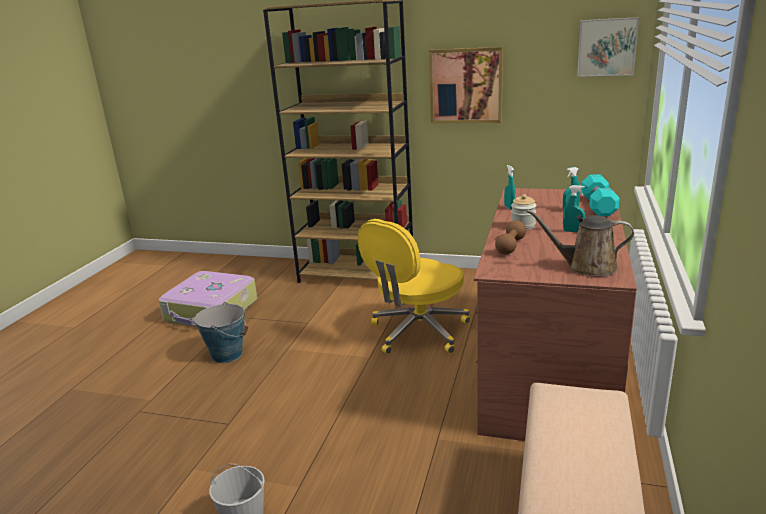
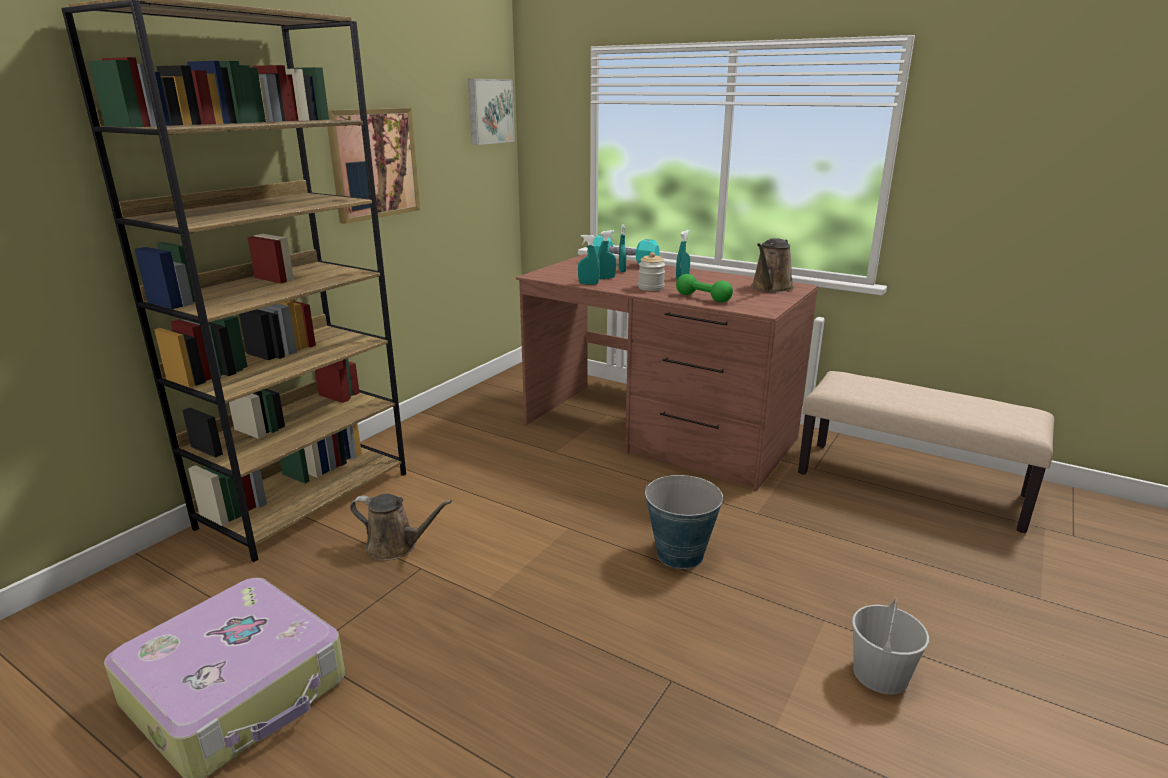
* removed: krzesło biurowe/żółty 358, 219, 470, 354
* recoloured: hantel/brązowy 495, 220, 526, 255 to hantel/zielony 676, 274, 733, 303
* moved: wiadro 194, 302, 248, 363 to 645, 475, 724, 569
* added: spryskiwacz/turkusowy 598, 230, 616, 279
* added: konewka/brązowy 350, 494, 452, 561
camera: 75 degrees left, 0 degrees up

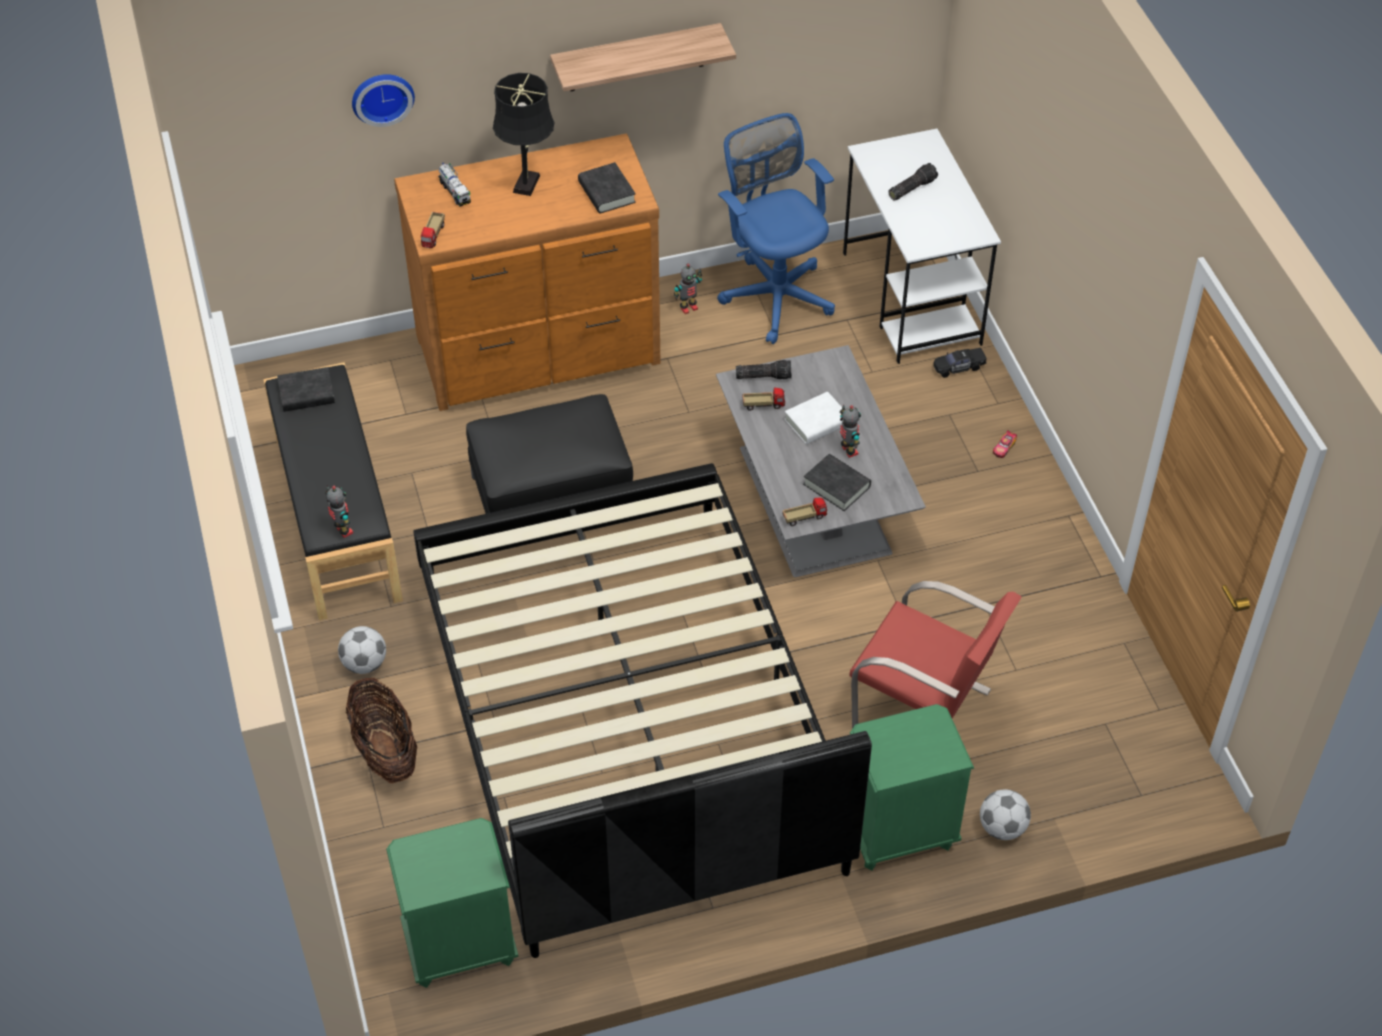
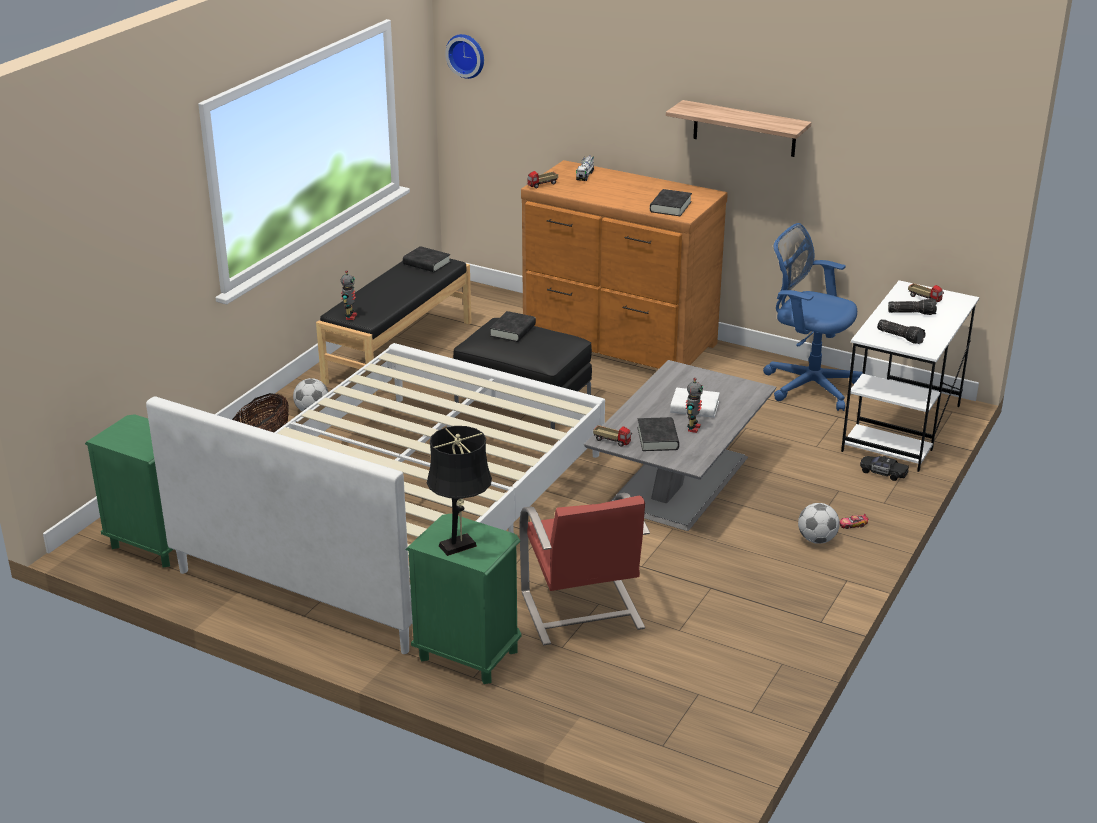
* moved: lampa stołowa/czarny 493, 73, 555, 196 to 427, 426, 492, 556
* moved: zegar ścienny 352, 74, 415, 127 to 445, 34, 484, 79
* turned: krzesło biurowe/niebieski 717, 113, 835, 344 = 763, 223, 862, 411 75 degrees counterclockwise
* removed: robot zabawkowy 674, 264, 702, 314
* moved: latarka 736, 360, 792, 379 to 877, 319, 926, 344
* moved: ciężarówka zabawkowa 743, 387, 785, 411 to 908, 283, 944, 302
* recoloured: łóżko/czarny 414, 463, 872, 958 to łóżko/biały 146, 343, 605, 654
* moved: piłka futbolowa 980, 789, 1031, 840 to 798, 503, 840, 544
* added: książka/czarny 490, 311, 536, 342
camera: 45 degrees right, 20 degrees down

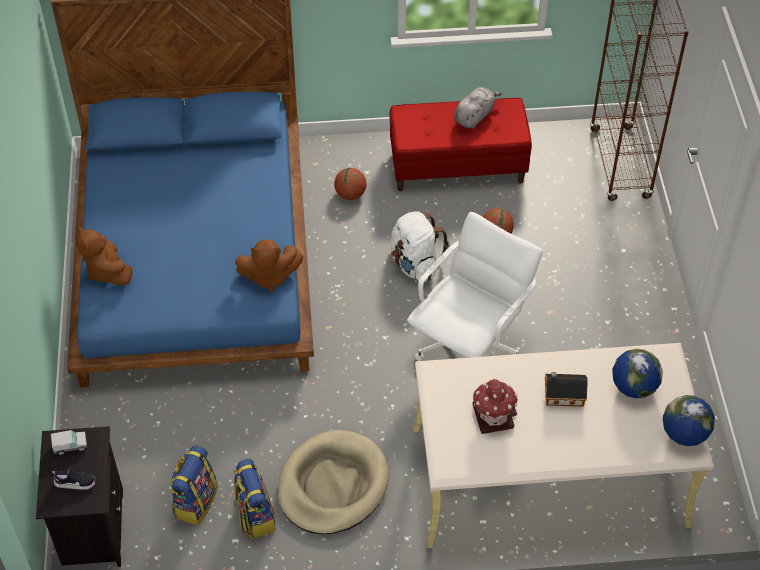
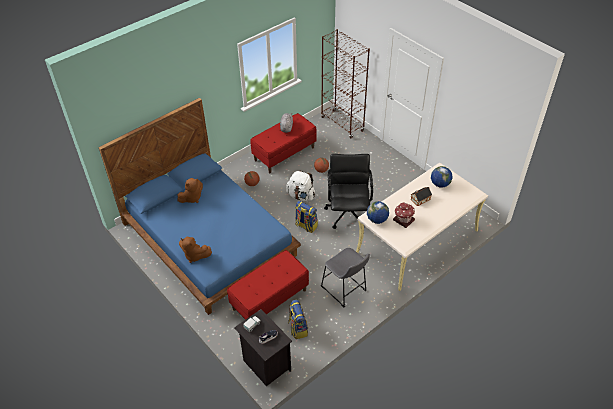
* recoloured: krzesło biurowe/biały 407, 212, 543, 361 to krzesło biurowe/czarny 324, 154, 373, 229
* moved: pluszak/brązowy 235, 239, 304, 292 to 178, 178, 203, 203
* moved: globus 663, 395, 715, 446 to 367, 201, 389, 224
* replaced: legowisko/beżowy 277, 430, 389, 534 to stołek/szary 321, 248, 370, 307
* moved: plecak 233, 459, 276, 539 to 295, 201, 318, 233
* added: ławka/czerwony 227, 250, 309, 320
camera: 35 degrees left, 5 degrees down

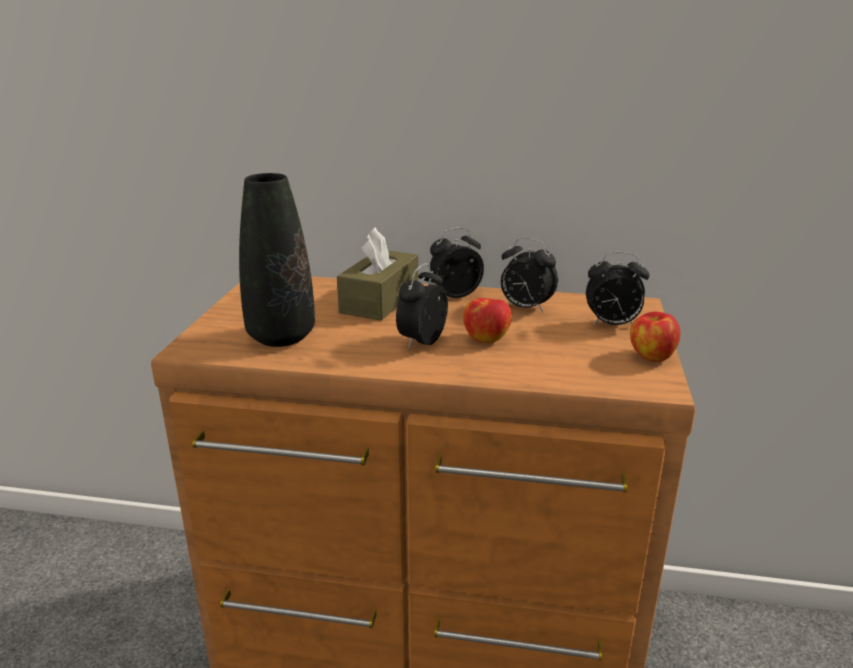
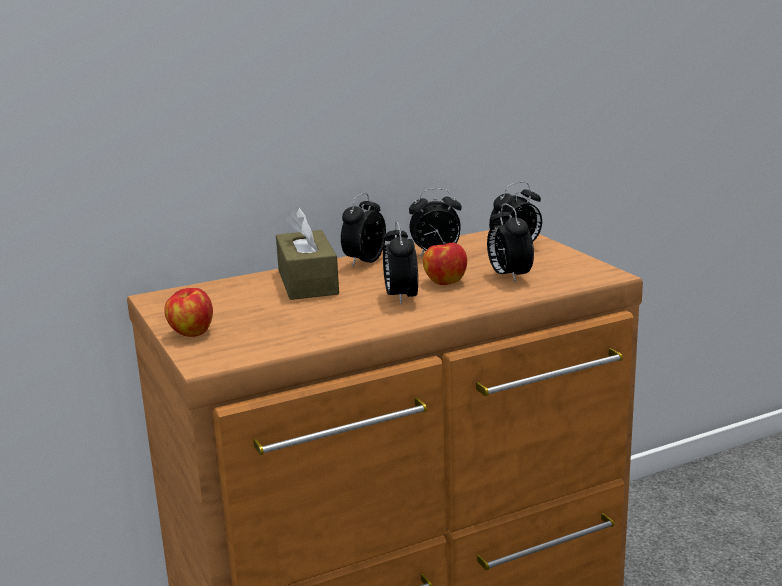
* removed: wazon/czarny 239, 173, 315, 347
* moved: jabłko 630, 312, 681, 362 to 164, 288, 213, 337
* added: budzik 487, 203, 534, 283
camera: 35 degrees left, 5 degrees down

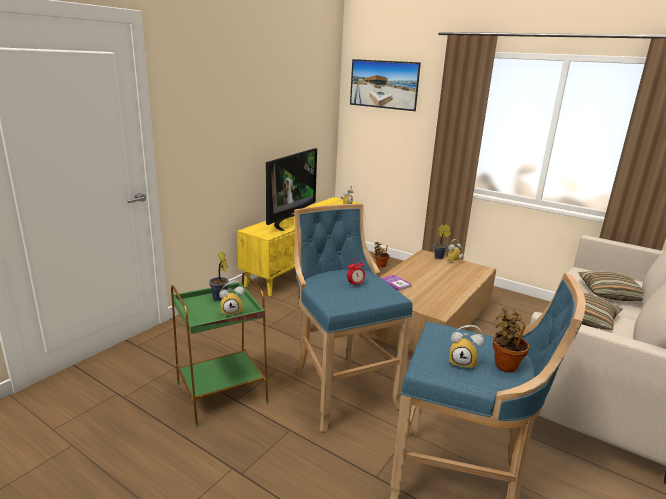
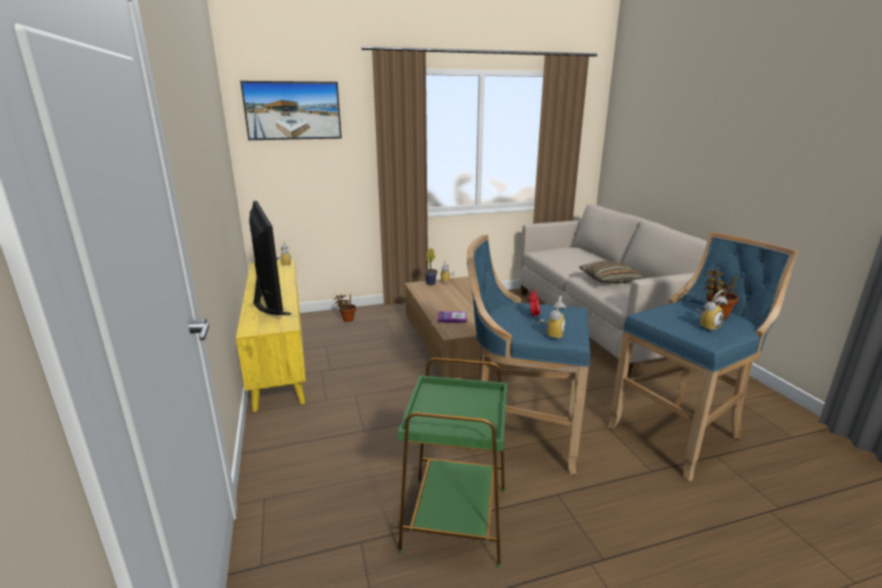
* removed: roślina doniczkowa 209, 250, 229, 301
* removed: poduszka 578, 271, 644, 301
* moved: budzik 219, 281, 245, 315 to 540, 296, 566, 339
camera: 50 degrees left, 0 degrees up

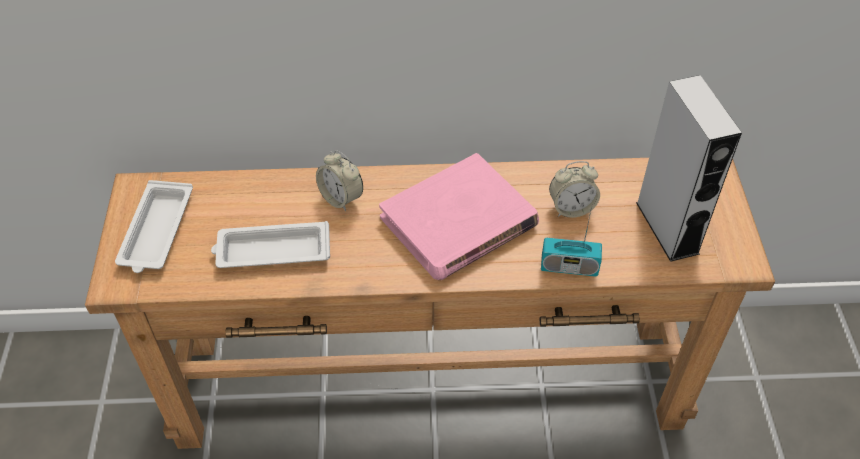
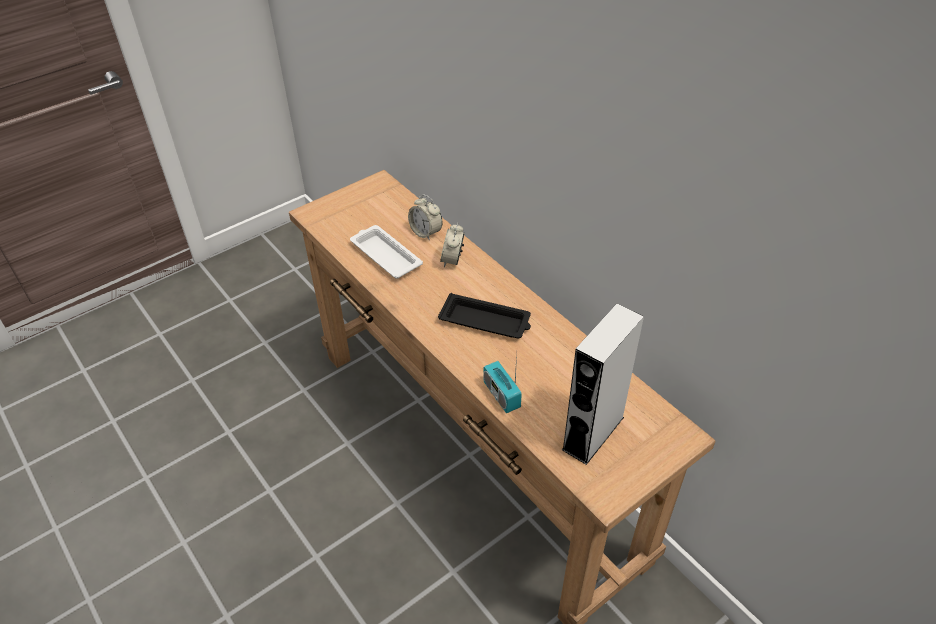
* replaced: książka/różowy 379, 153, 539, 280 to taca/czarny 438, 293, 531, 339
* moved: budzik 549, 161, 600, 218 to 408, 194, 443, 241
* removed: taca/biały 115, 180, 193, 273
camera: 55 degrees right, 5 degrees down

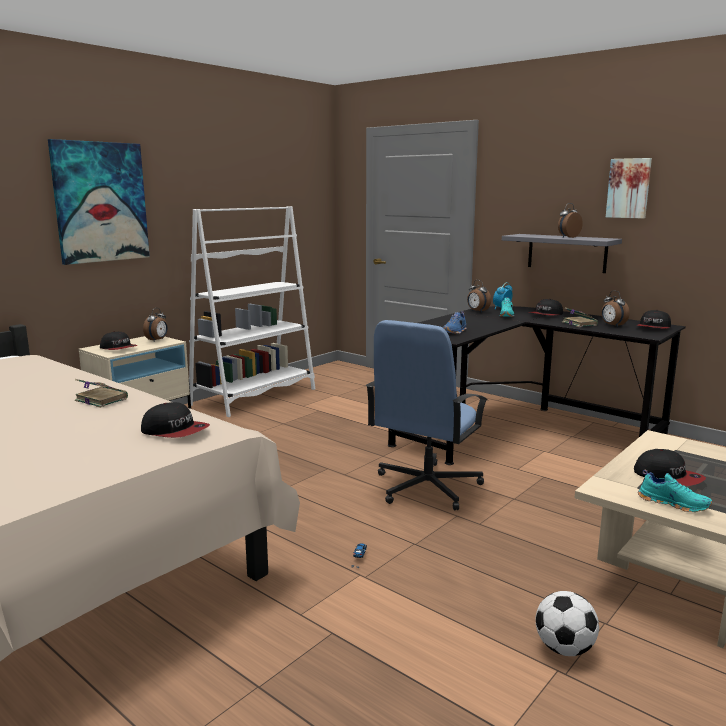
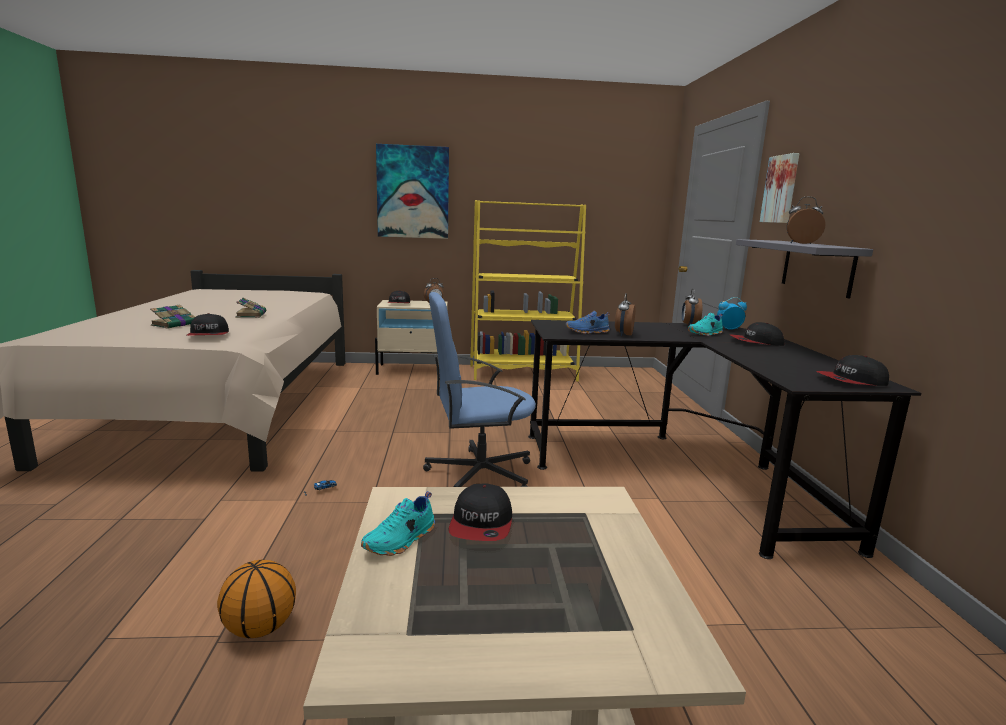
* moved: obraz 606, 158, 652, 219 to 760, 153, 800, 223
* recoloured: regał/biały 189, 206, 315, 417 to regał/żółty 470, 200, 586, 382
* moved: budzik 601, 291, 629, 327 to 615, 293, 635, 336
* moved: książka 562, 308, 598, 327 to 150, 305, 195, 329
* turned: but/turkusowy 638, 470, 712, 512 = 361, 491, 435, 556 45 degrees clockwise
* replaced: piłka futbolowa 535, 591, 599, 656 to piłka do koszykówki 217, 560, 296, 638
camera: 45 degrees right, 0 degrees up

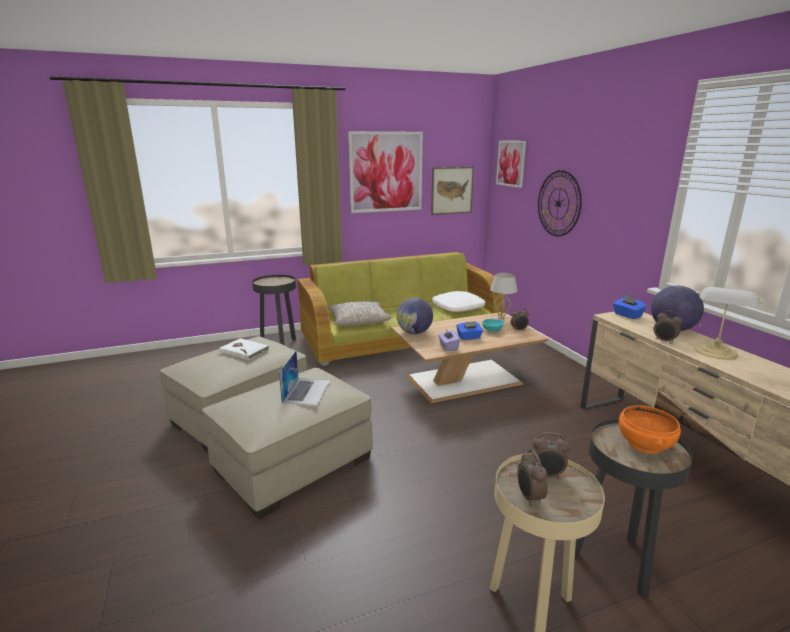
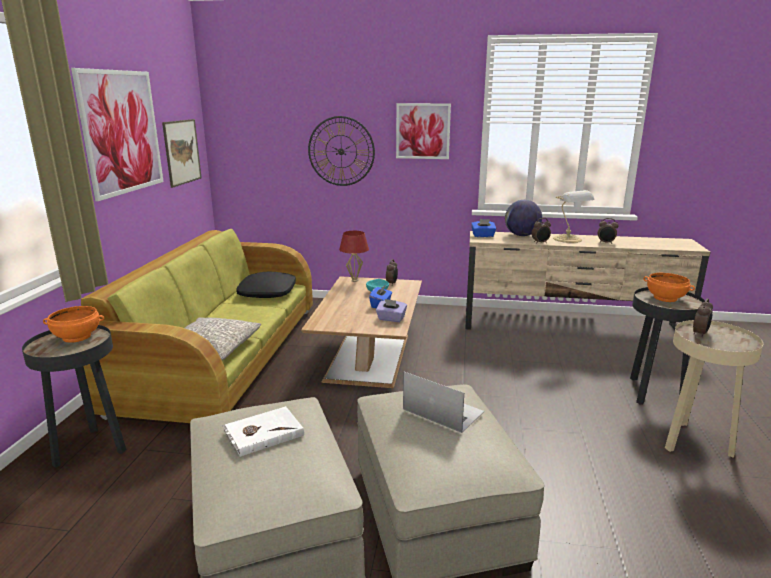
* moved: obraz 496, 141, 526, 188 to 396, 103, 451, 159
* recoloured: lampa stołowa/biały 490, 273, 518, 319 to lampa stołowa/czerwony 339, 231, 369, 282
* recoloured: poduszka/biały 432, 291, 485, 312 to poduszka/czarny 236, 272, 296, 298
* removed: globus 397, 298, 433, 334
* moved: budzik 517, 449, 548, 506 to 598, 218, 618, 244
* added: miska/pomarańczowy 43, 306, 104, 343
camera: 60 degrees left, 0 degrees up

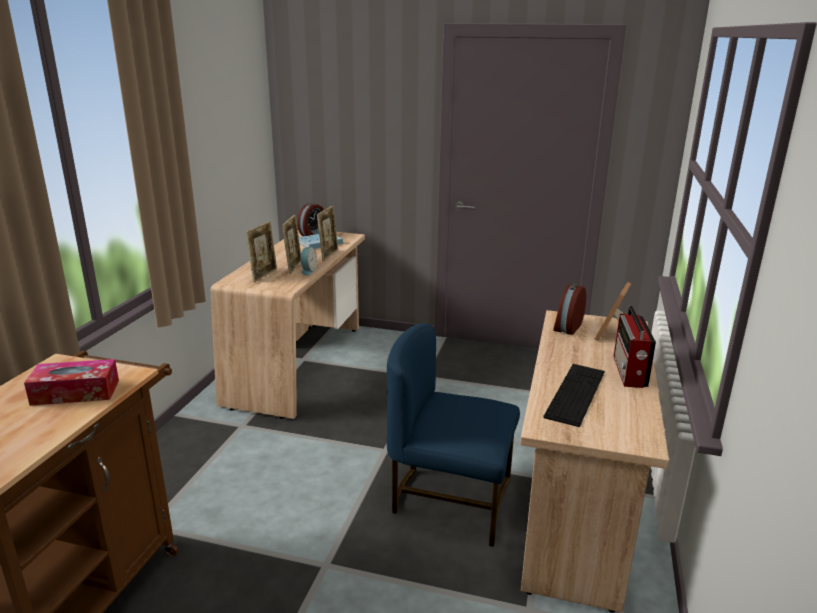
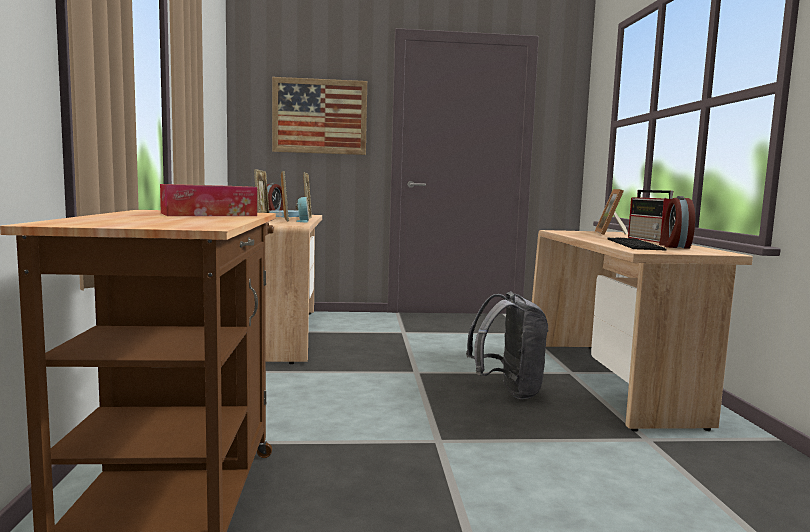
* moved: budzik 553, 283, 586, 335 to 659, 196, 695, 249
* replaced: krzesło/niebieski 386, 323, 520, 547 to plecak/szary 466, 291, 548, 399
* added: obraz 272, 77, 367, 155
camera: 20 degrees left, 15 degrees down

